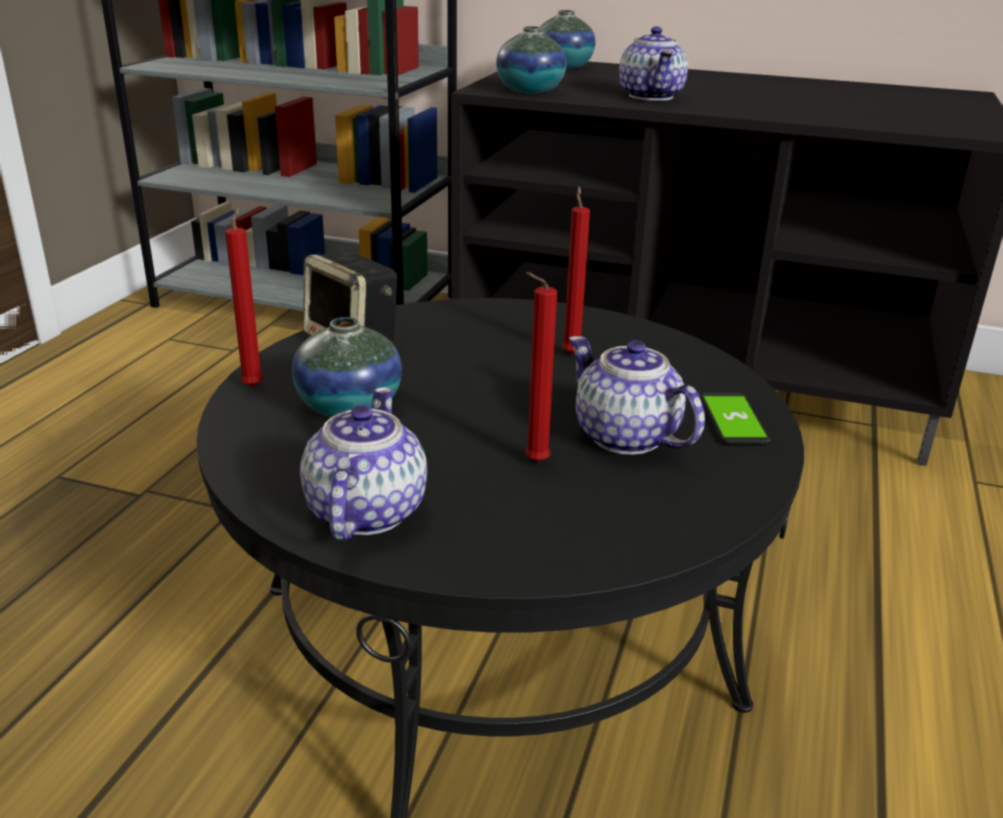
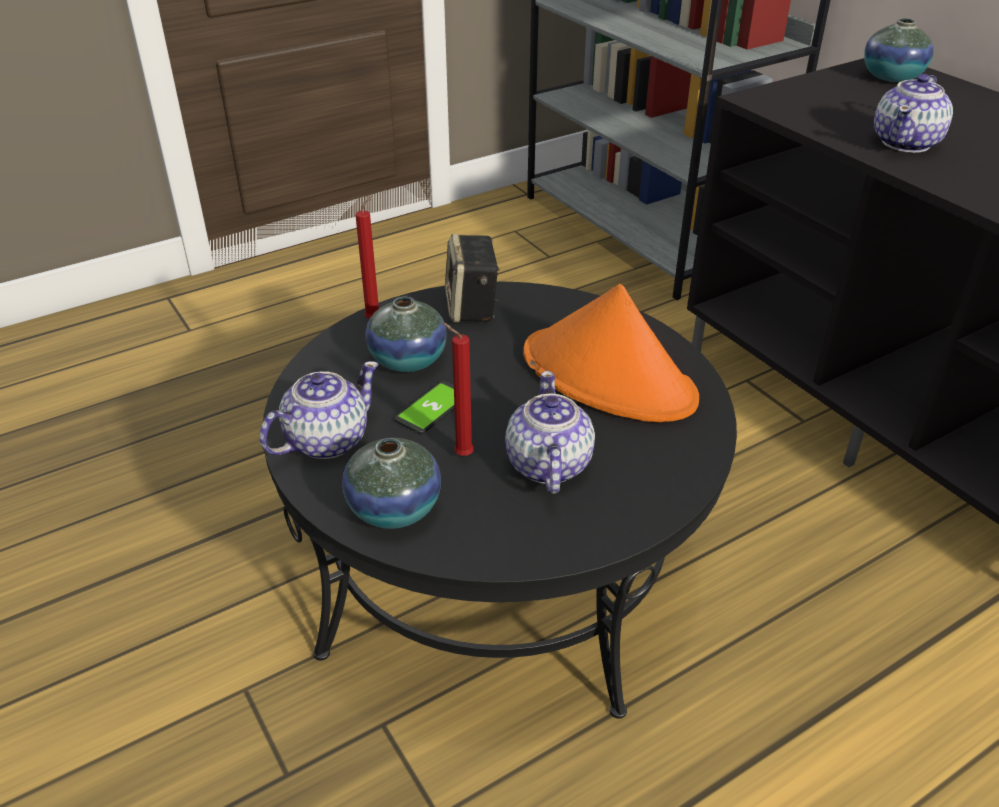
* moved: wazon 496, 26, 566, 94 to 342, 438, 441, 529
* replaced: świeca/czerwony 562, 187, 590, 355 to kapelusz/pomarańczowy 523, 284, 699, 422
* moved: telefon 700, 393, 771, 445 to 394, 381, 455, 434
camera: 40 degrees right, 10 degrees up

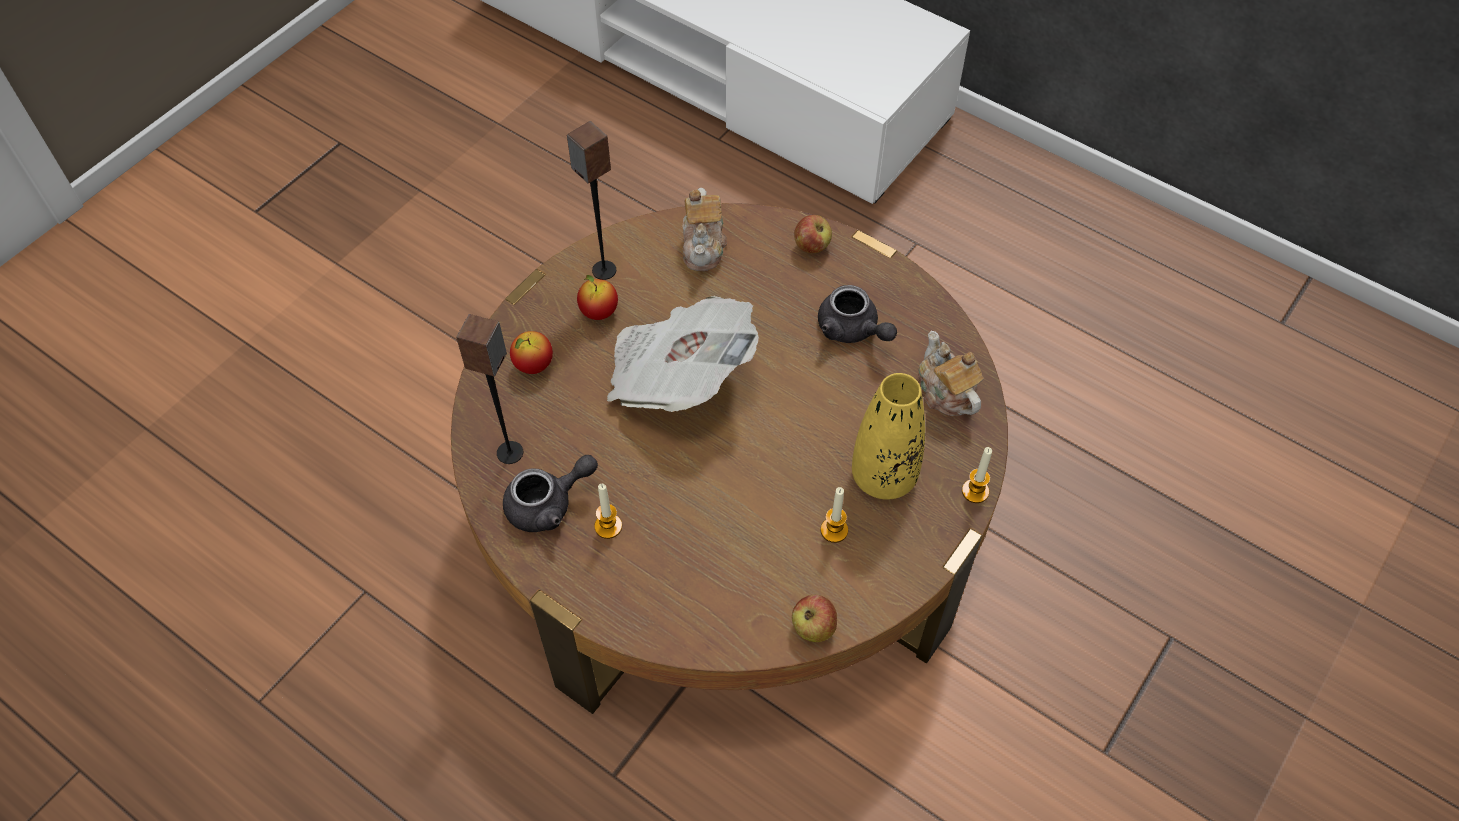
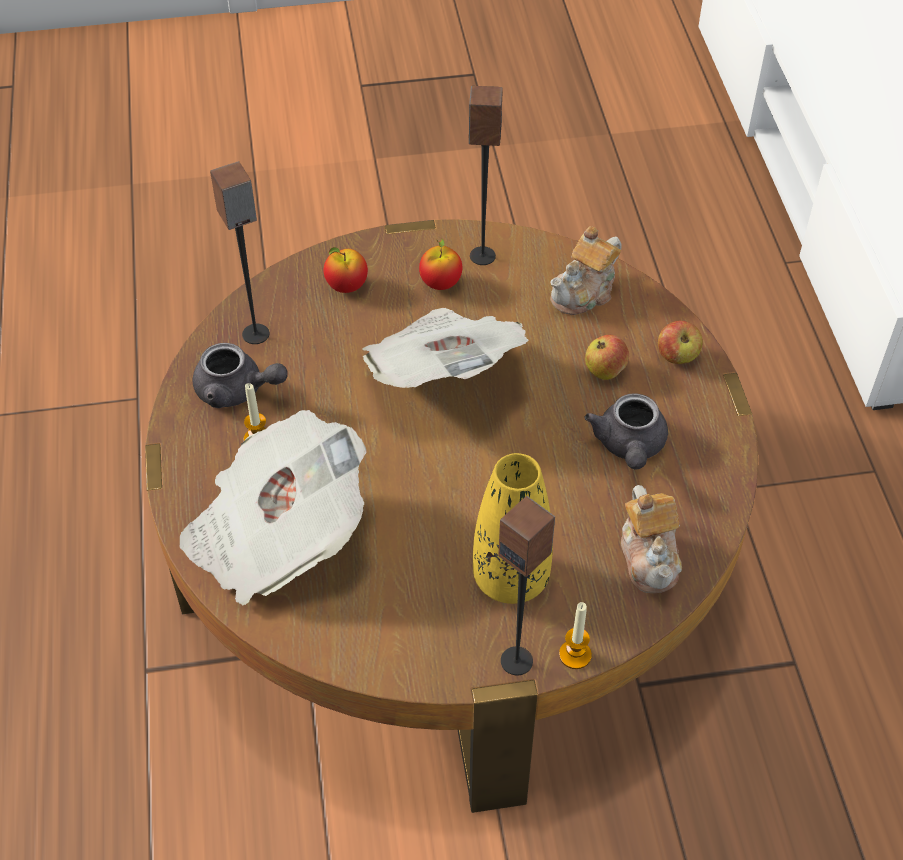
* turned: imbryk 918, 331, 984, 416 = 621, 485, 682, 593 150 degrees clockwise
* removed: świeca 820, 487, 848, 543
* moved: jabłko 792, 595, 837, 642 to 585, 335, 629, 380
* added: gazeta 180, 410, 367, 606
* added: głośnik 498, 496, 555, 675
camera: 45 degrees right, 5 degrees down

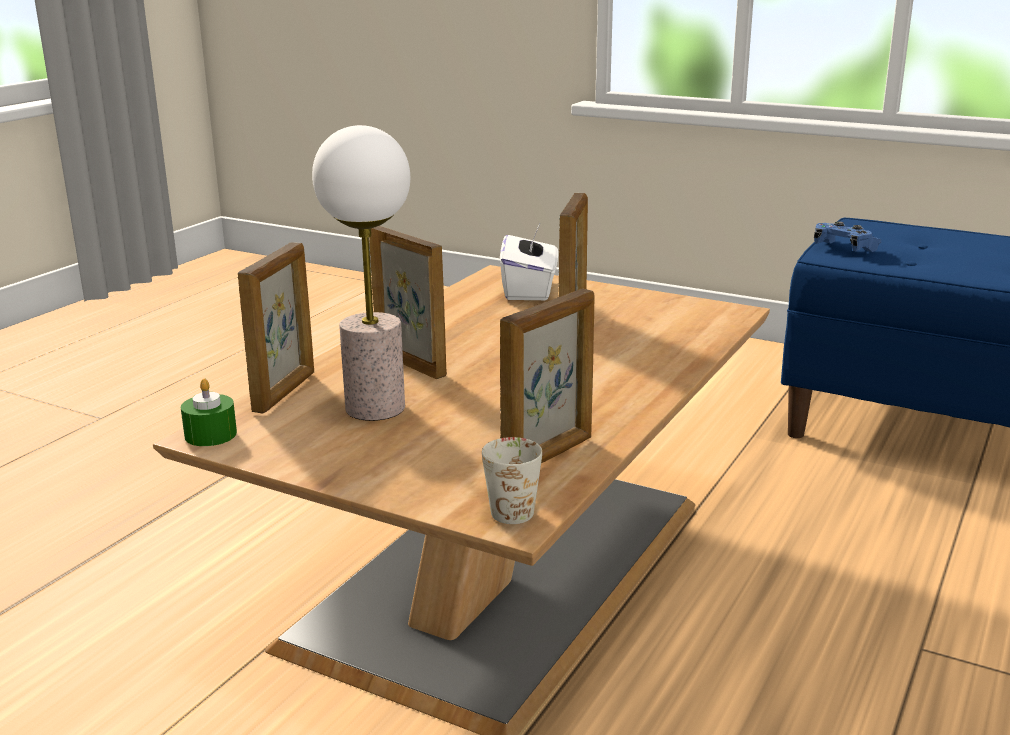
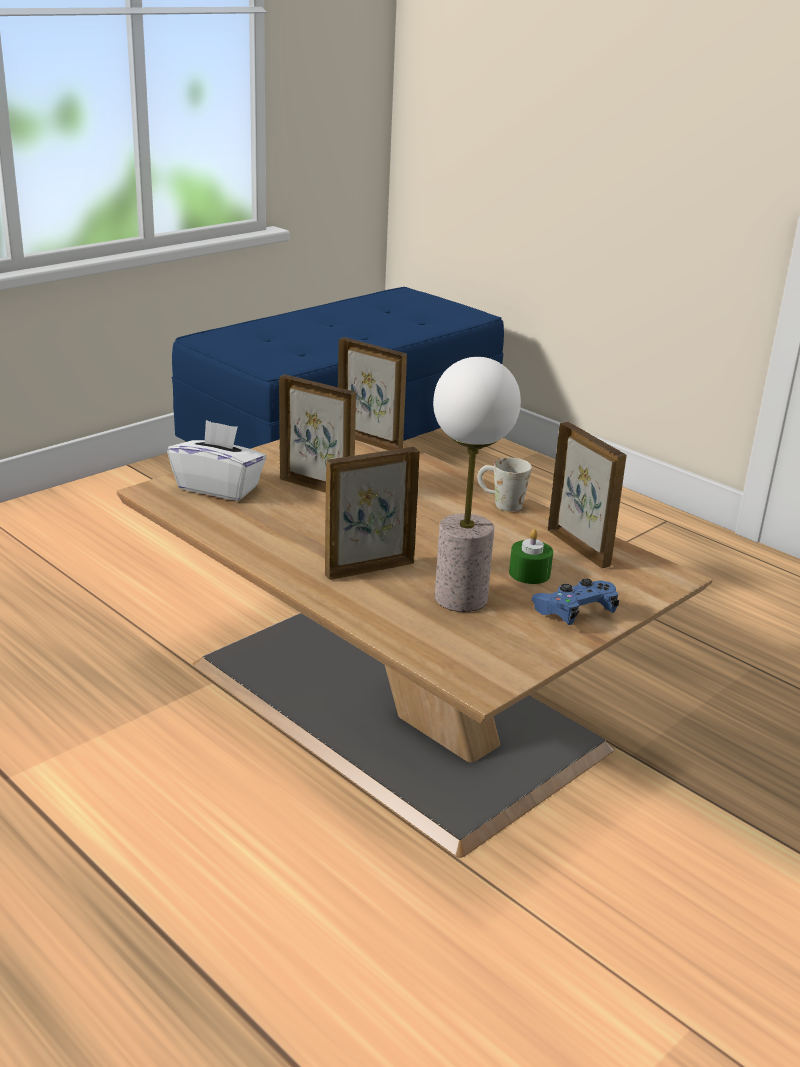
* moved: pad do gier/niebieski 814, 221, 882, 252 to 531, 578, 619, 625
* moved: ramka na zdjęcie 238, 242, 314, 414 to 338, 337, 407, 450
* moved: świeca/zielony 181, 378, 237, 446 to 509, 529, 553, 584
* moved: kubek/biały 482, 437, 542, 524 to 477, 458, 532, 512
camera: 75 degrees left, 5 degrees up

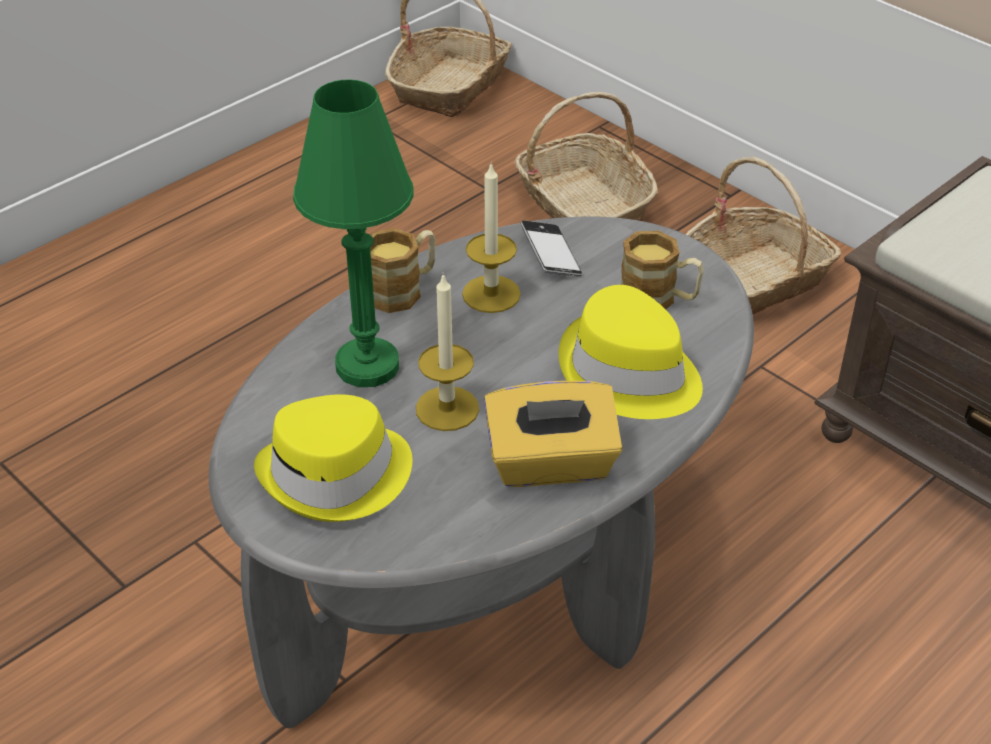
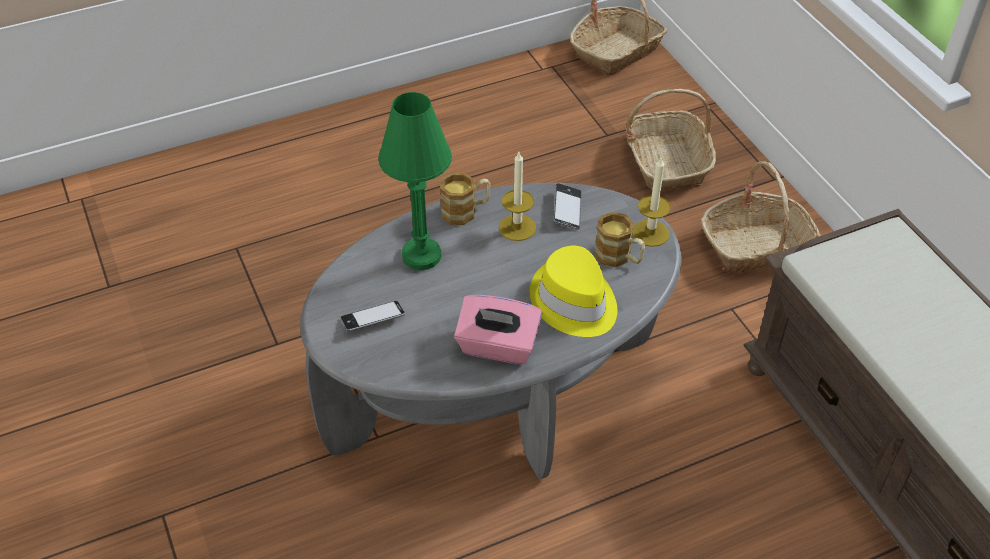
* moved: świeca 416, 274, 479, 431 to 632, 158, 671, 247
* recoloured: pudełko chusteczek/żółty 484, 381, 623, 487 to pudełko chusteczek/różowy 454, 295, 542, 365
* replaced: kapelusz/żółty 254, 394, 413, 522 to telefon 340, 301, 405, 331
camera: 20 degrees right, 5 degrees up

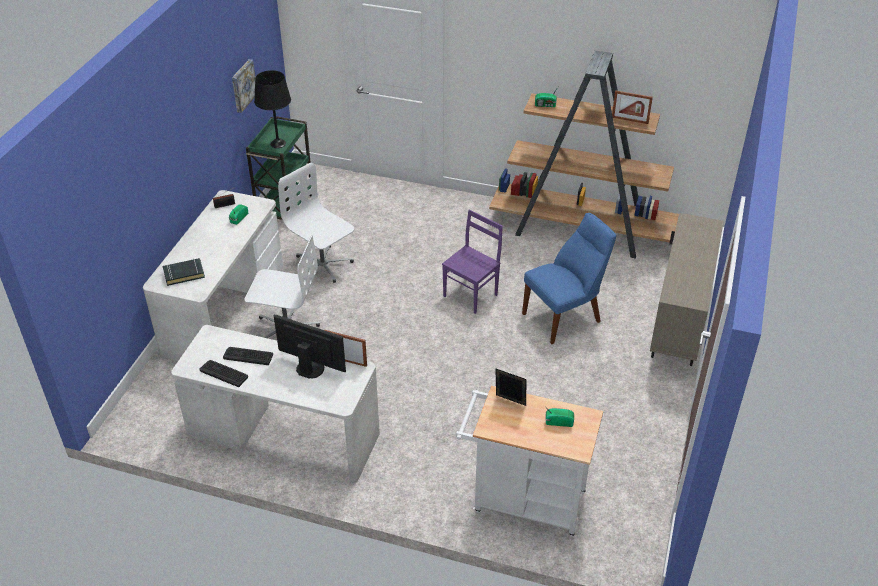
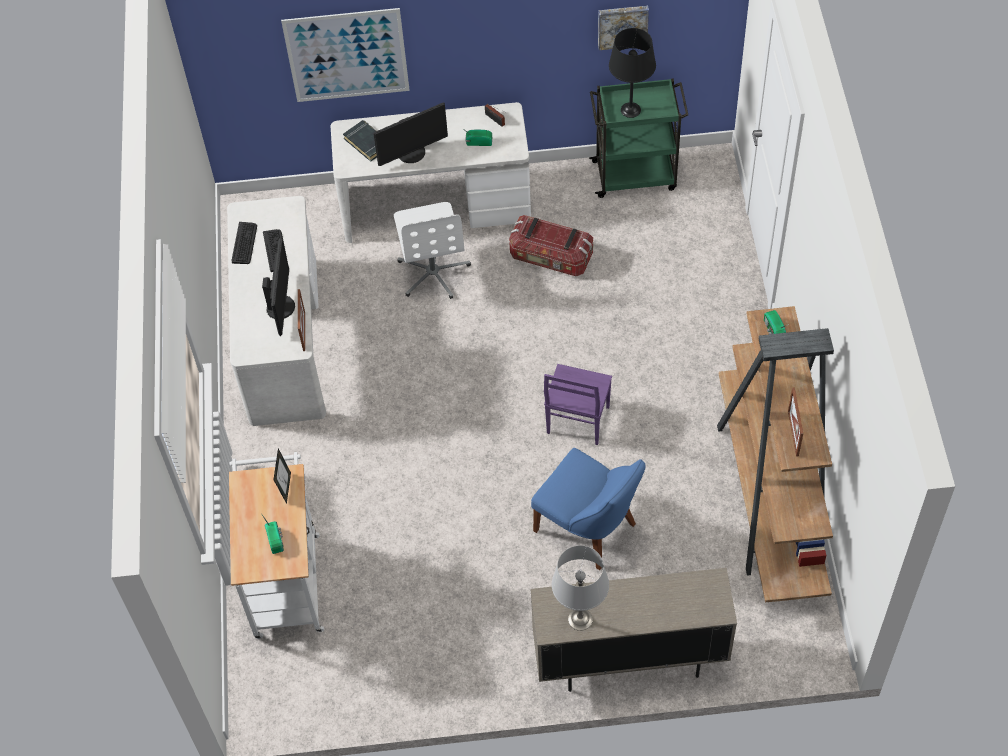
* replaced: krzesło biurowe/biały 278, 162, 354, 283 to pojemnik do przechowywania 509, 215, 593, 276
* turned: krzesło/fioletowy 442, 210, 503, 314 = 544, 364, 612, 445 90 degrees clockwise
* added: obraz 281, 8, 410, 102
* added: monitor 373, 103, 448, 166
* added: lampa stołowa/szary 552, 545, 609, 631
camera: 70 degrees right, 15 degrees up

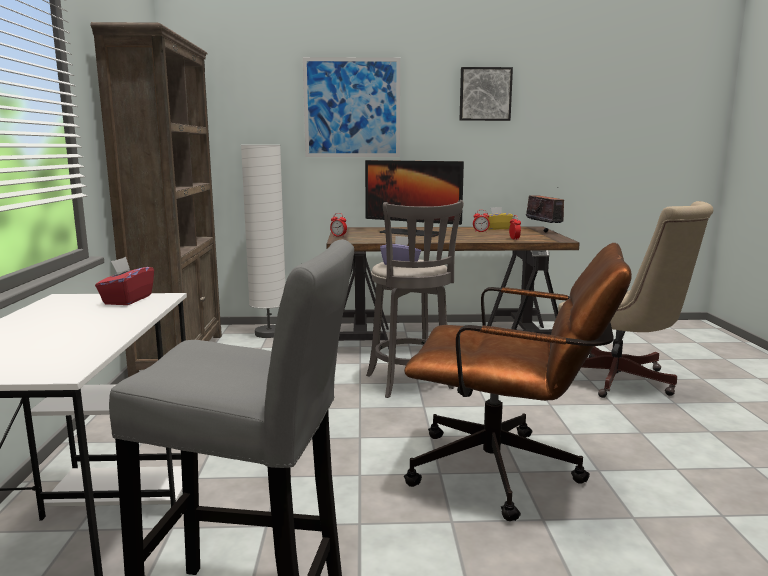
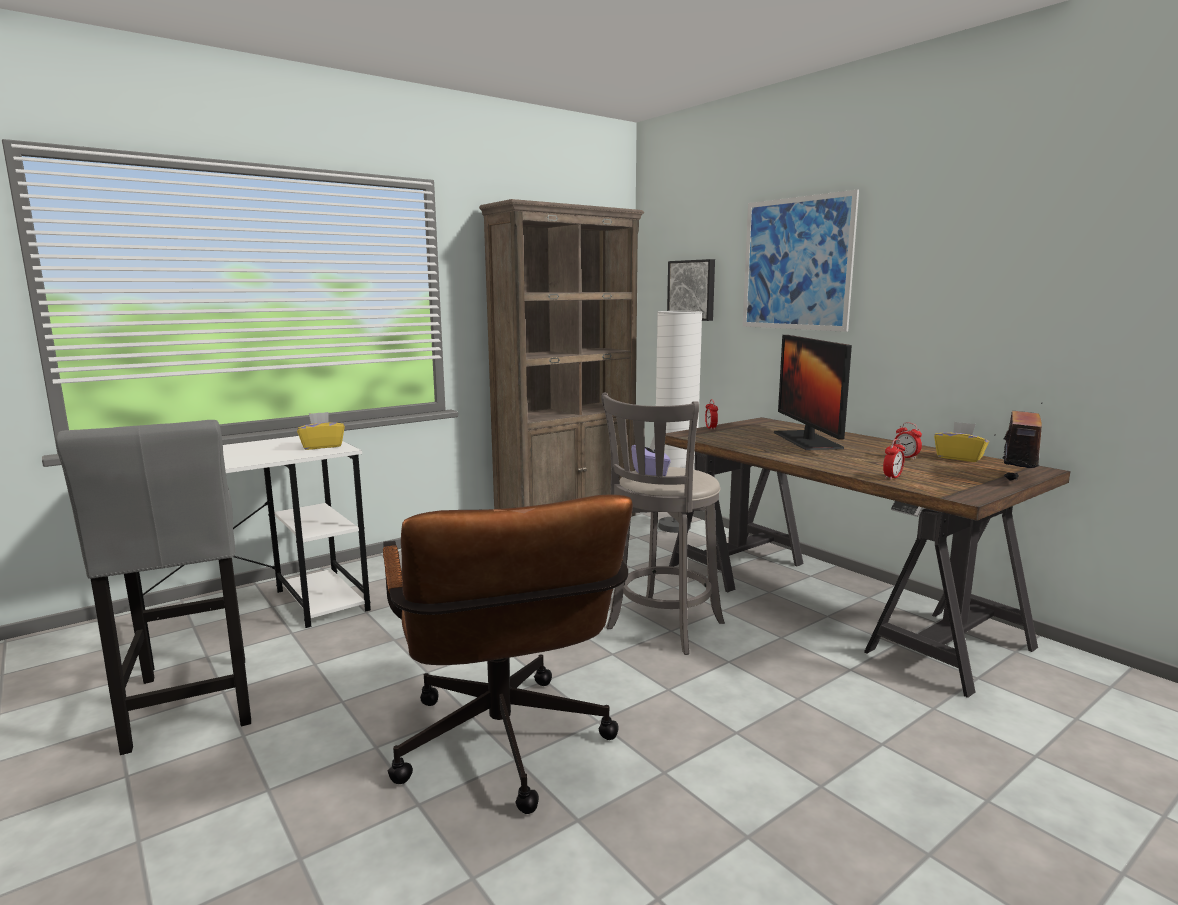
* moved: obraz 460, 67, 513, 121 to 667, 259, 715, 321
* removed: krzesło biurowe/beżowy 558, 201, 714, 398
* recoloured: pudełko chusteczek/czerwony 95, 257, 154, 305 to pudełko chusteczek/żółty 297, 412, 345, 450
camera: 55 degrees right, 0 degrees up

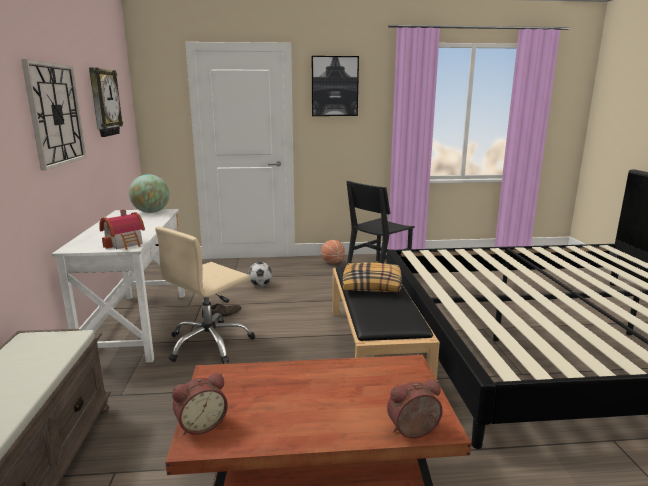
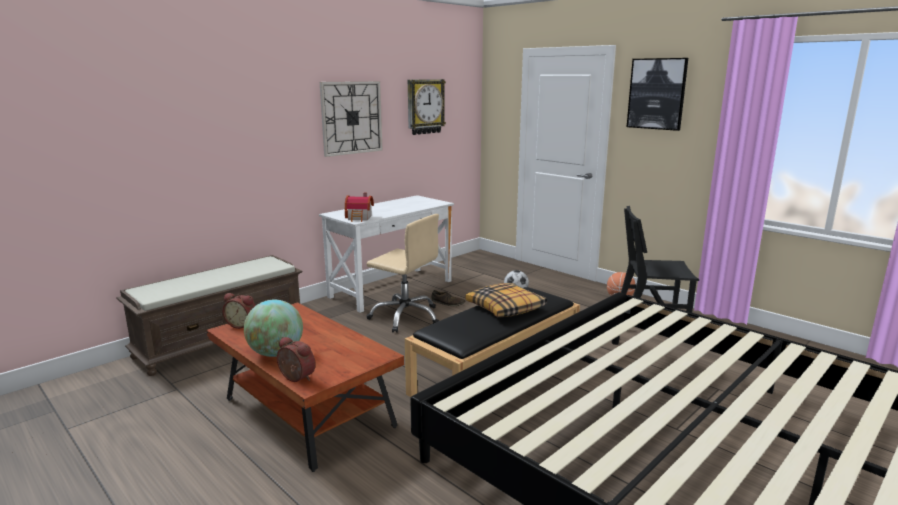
* moved: globus 129, 174, 170, 213 to 244, 300, 303, 357
* turned: krzesło biurowe/beżowy 155, 226, 255, 364 = 367, 214, 439, 333 150 degrees counterclockwise
camera: 50 degrees right, 0 degrees up

